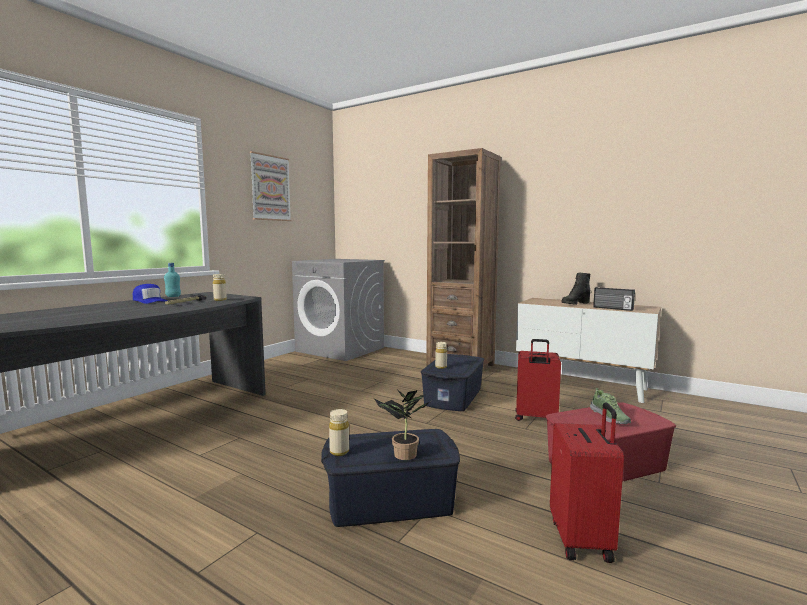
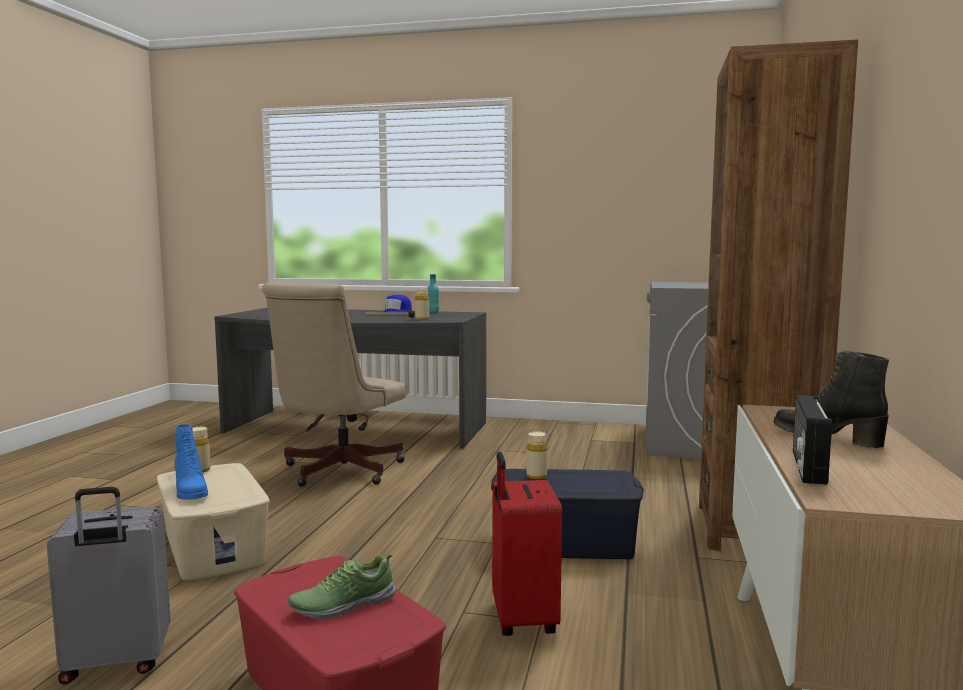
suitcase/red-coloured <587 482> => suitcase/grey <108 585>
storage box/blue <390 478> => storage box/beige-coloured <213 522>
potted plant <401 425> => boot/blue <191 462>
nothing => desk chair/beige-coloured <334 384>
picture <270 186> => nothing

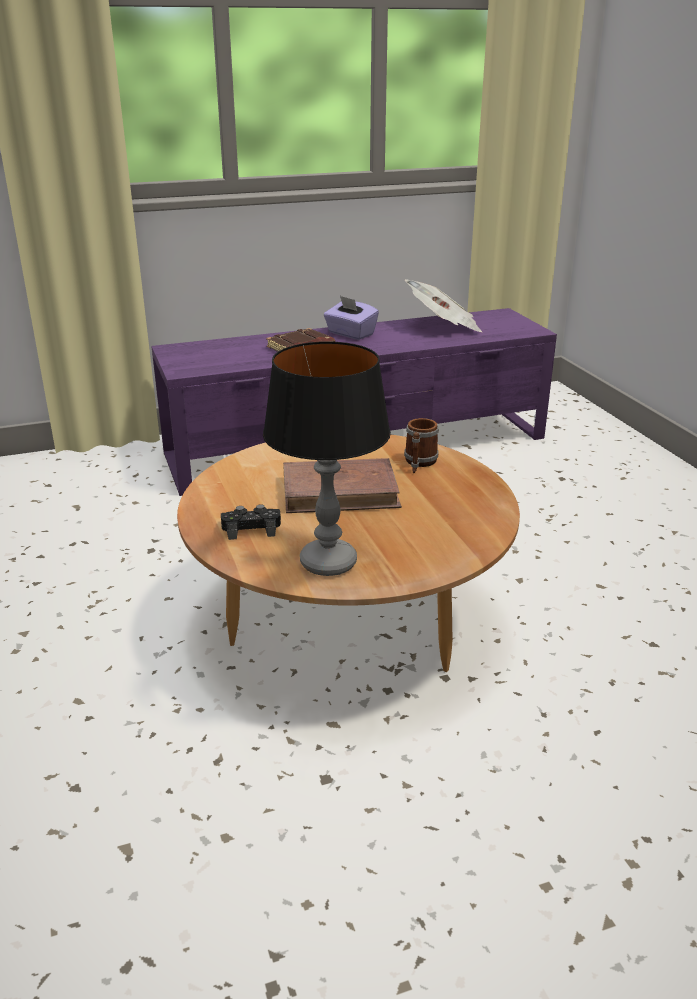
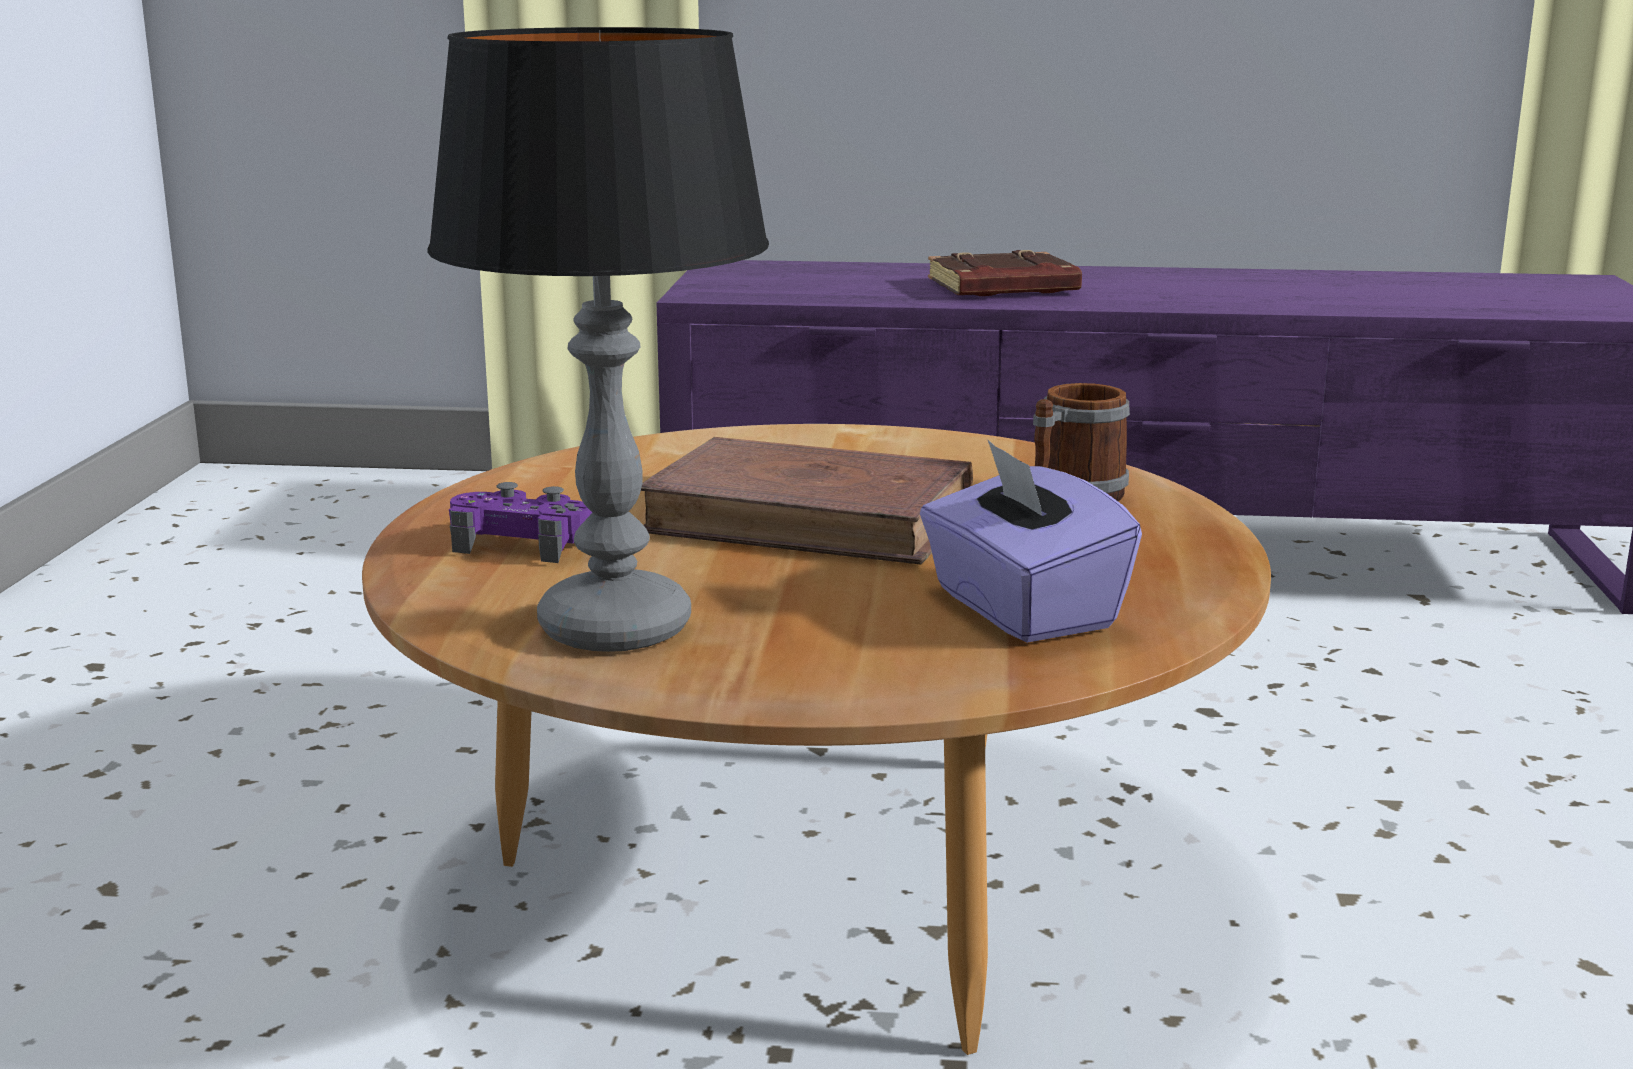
joypad/black <251 522> => joypad/purple-coloured <520 522>
tissue box/purple-coloured <351 318> => tissue box/purple-coloured <1031 541>, shifted
newspaper <443 305> => nothing

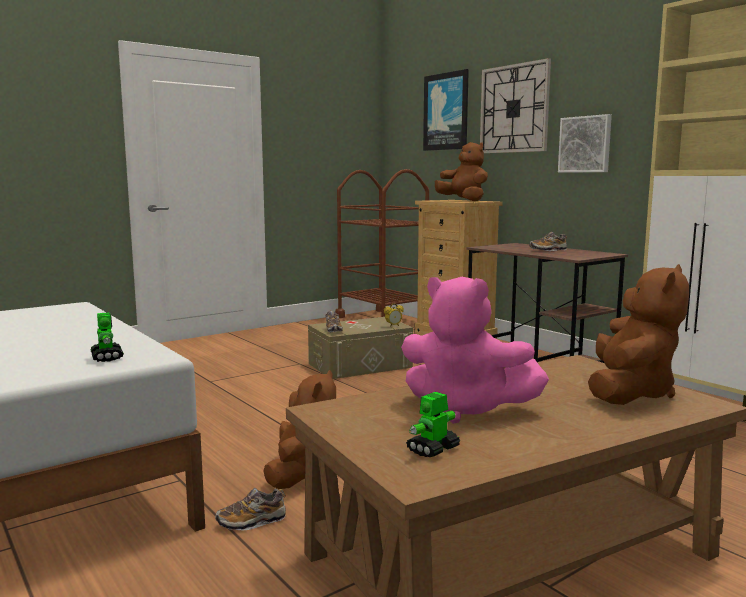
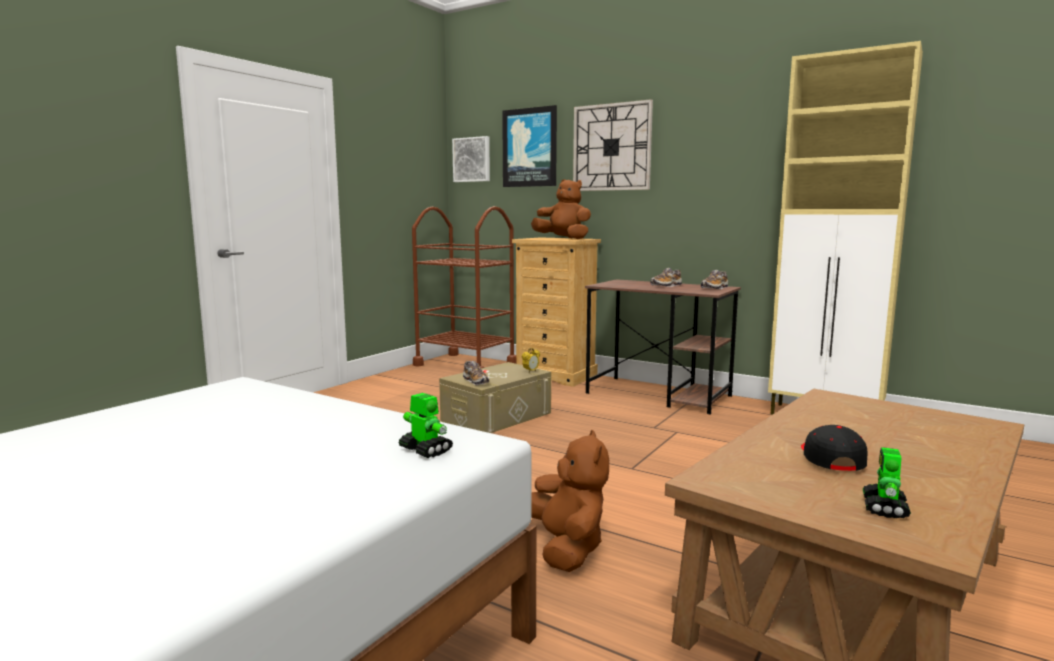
picture <585 143> => picture <471 159>, shifted
low shoe <250 509> => low shoe <714 279>, shifted
soft toy/pink-coloured <475 350> => baseball cap/black <834 448>
soft toy/brownish <638 334> => nothing

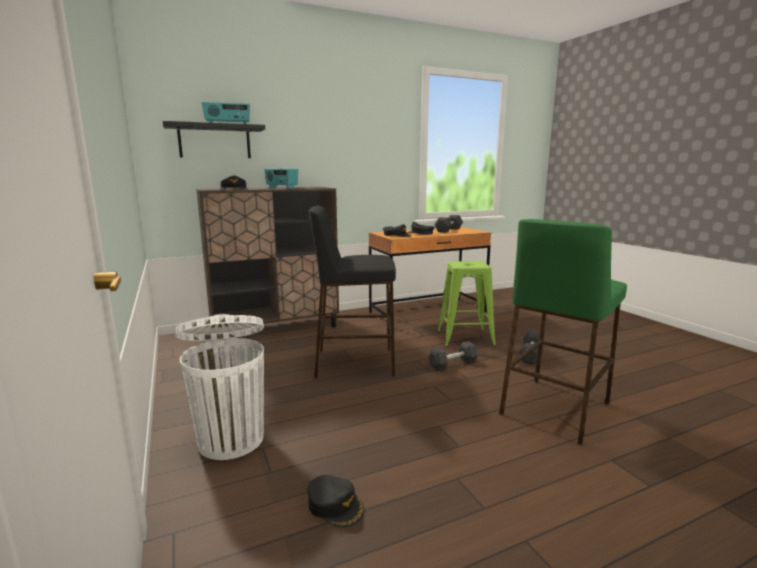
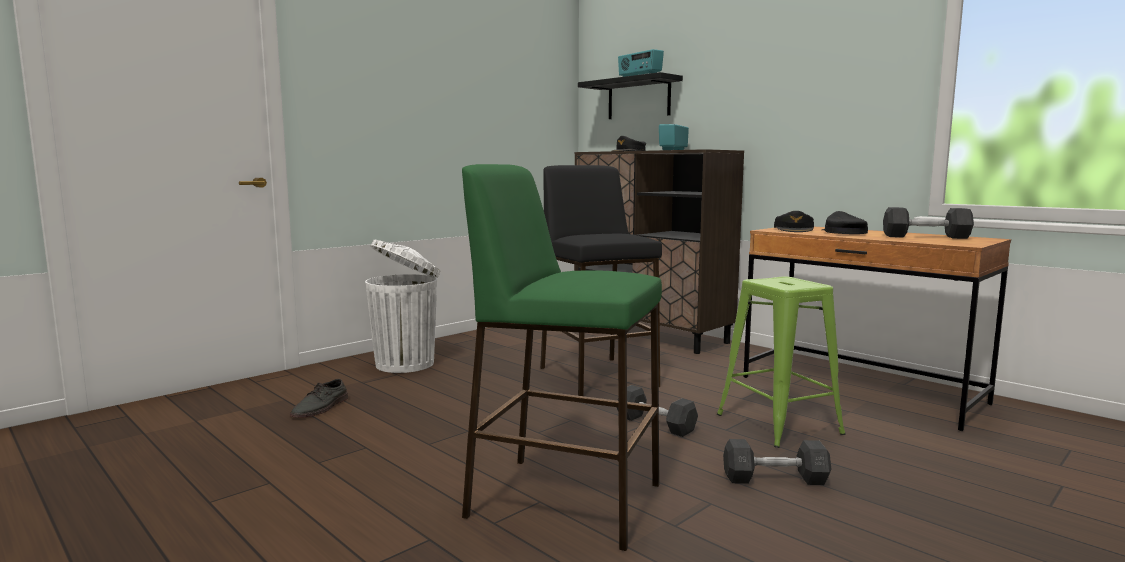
baseball cap/black <336 501> => low shoe/grey <319 398>

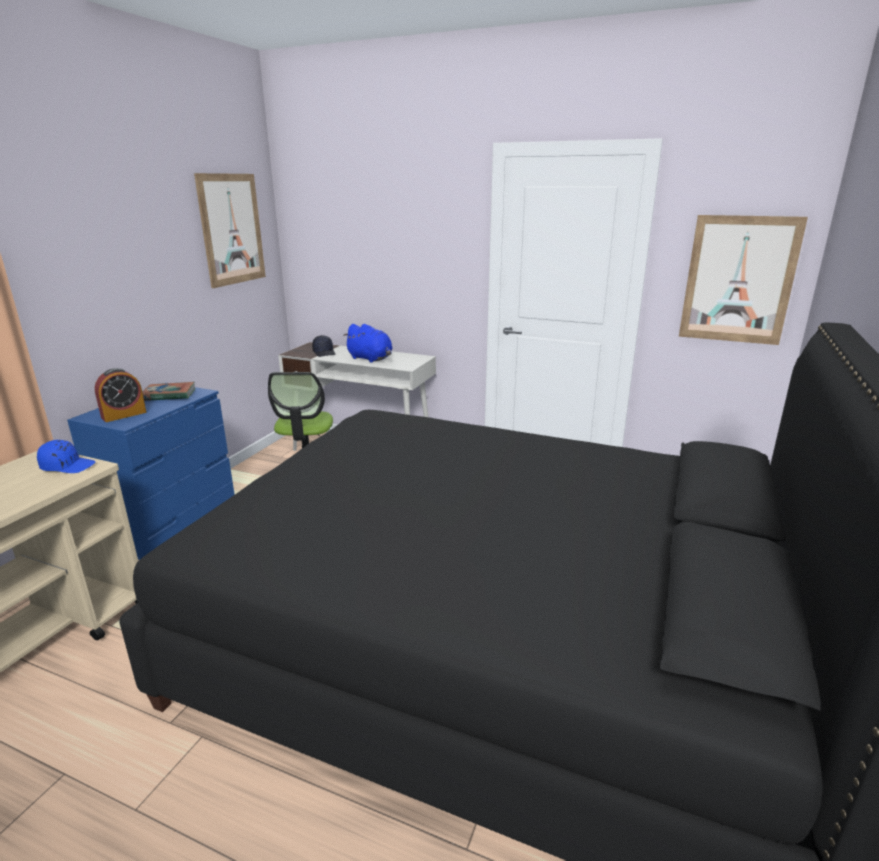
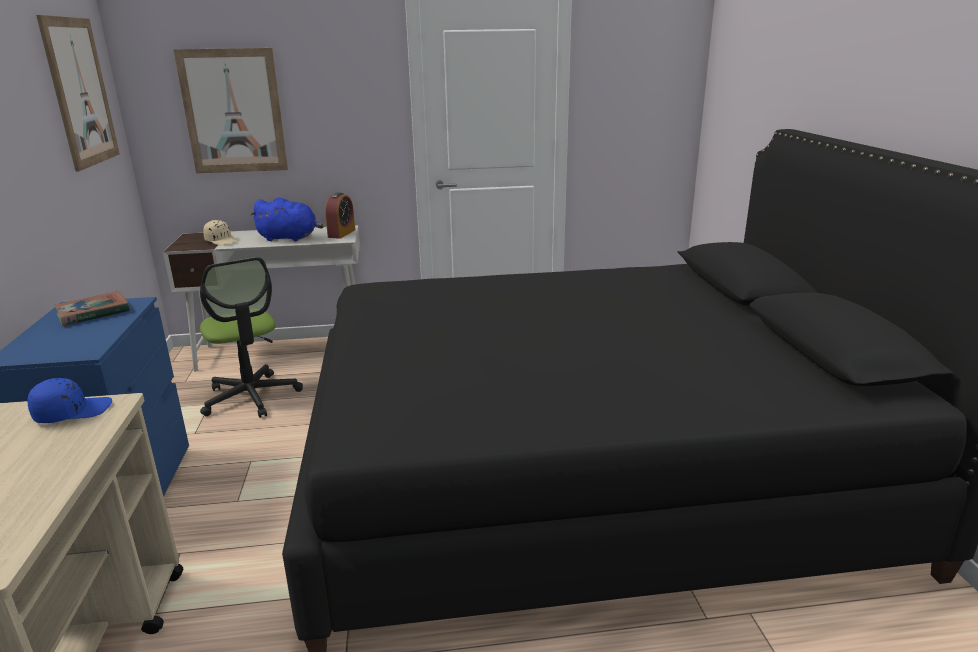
picture <743 280> => picture <230 110>, shifted
baseball cap/black <323 346> => baseball cap/beige-coloured <221 233>
bedside clock <120 395> => bedside clock <340 215>, shifted

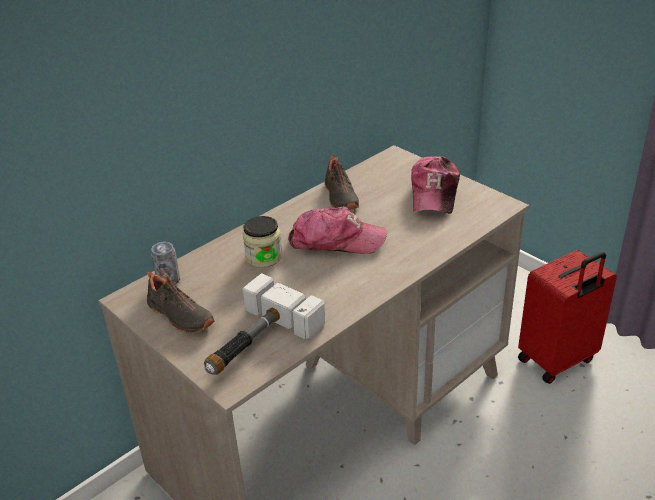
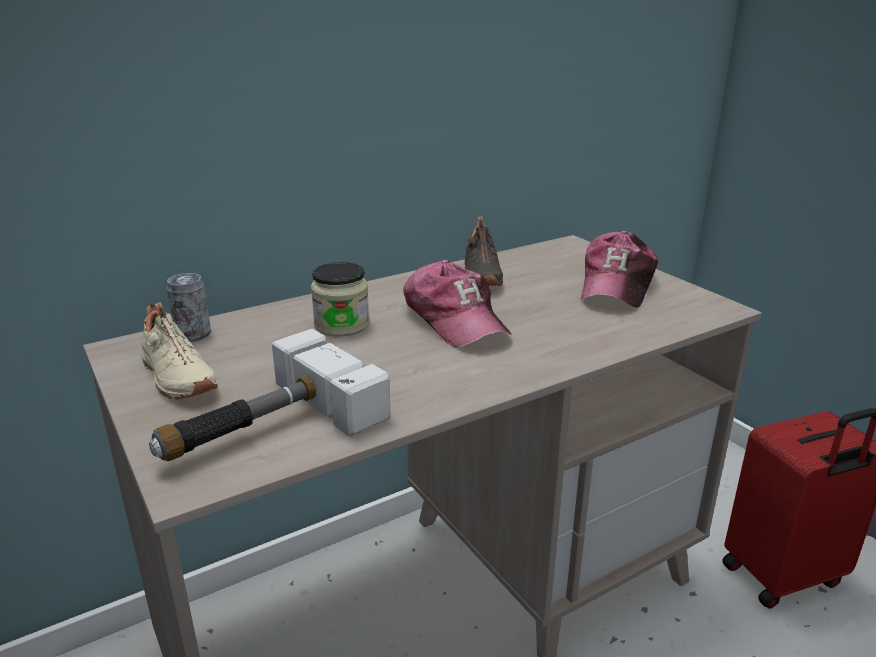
low shoe/black <180 302> => low shoe/beige-coloured <180 351>
baseball cap <337 230> => baseball cap <457 304>, 45 degrees clockwise

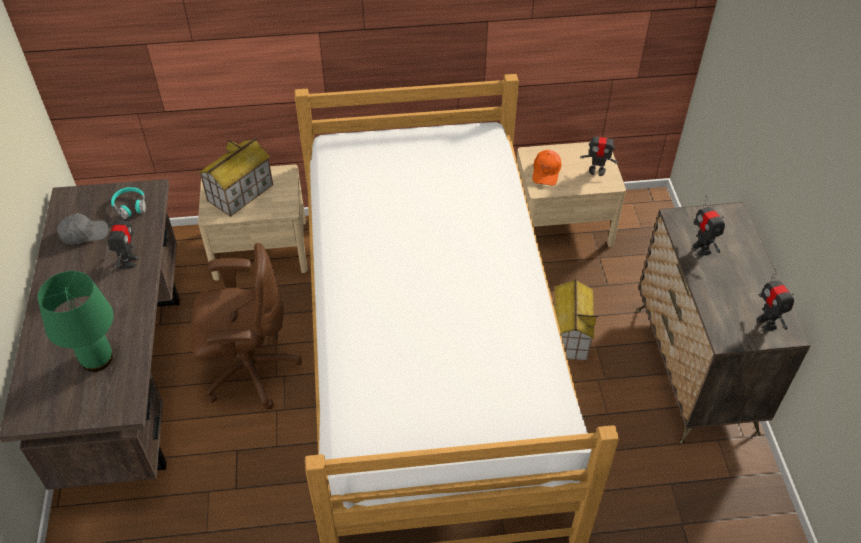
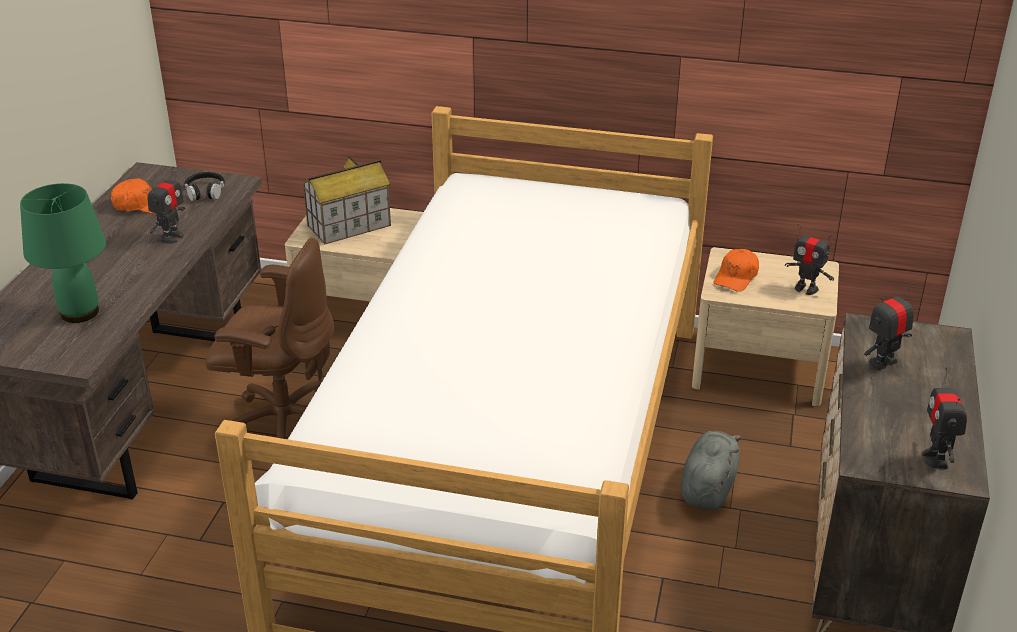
baseball cap/grey <83 229> => baseball cap/orange-coloured <134 196>
pair of headphones/blue-green <128 203> => pair of headphones/black <204 186>
miniature house <575 320> => soft toy/grey <710 470>
model robot <708 226> => model robot <889 327>, 60 degrees clockwise

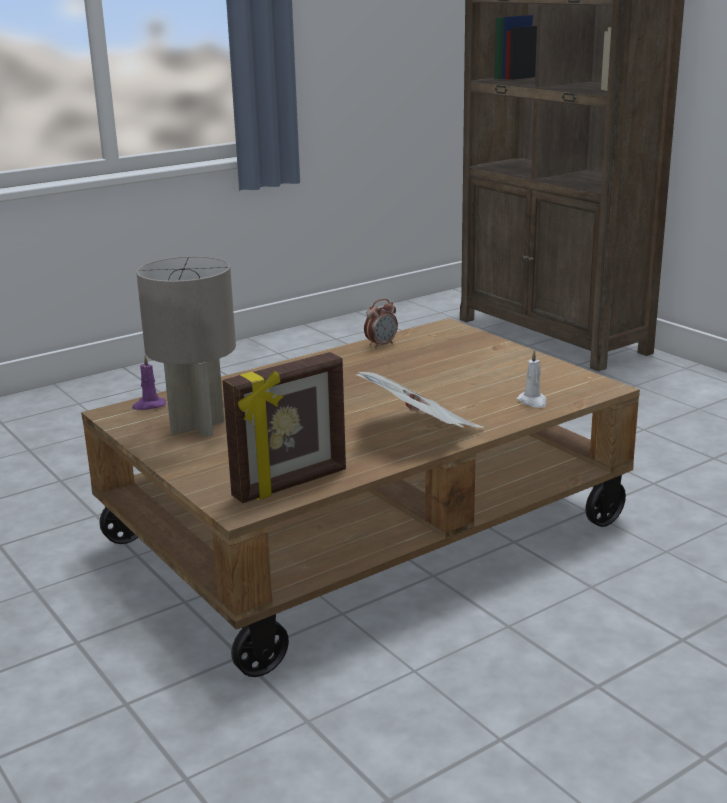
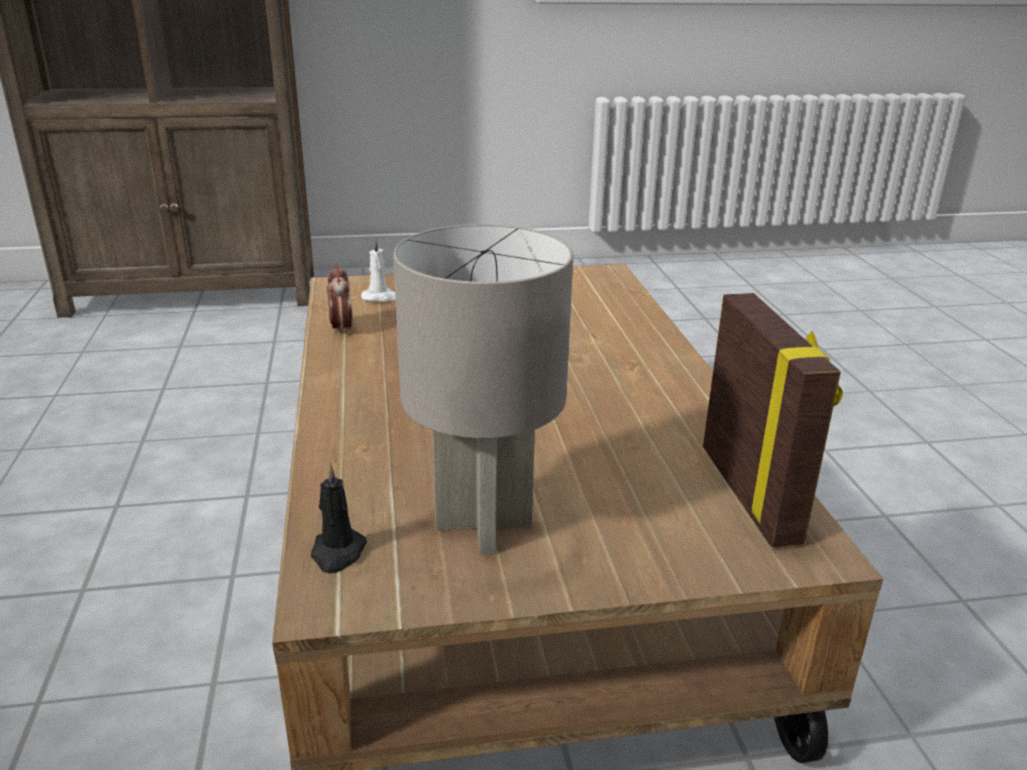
wax light/purple-coloured <149 382> => wax light/black <339 518>
wax light/whitish <532 379> => wax light/whitish <378 270>, shifted
newspaper <419 400> => nothing

